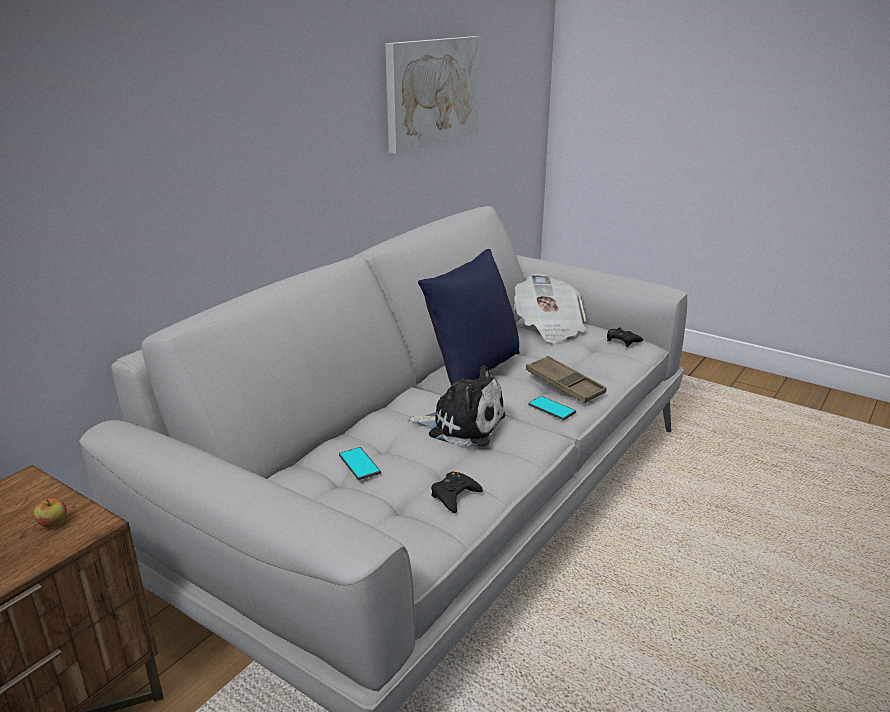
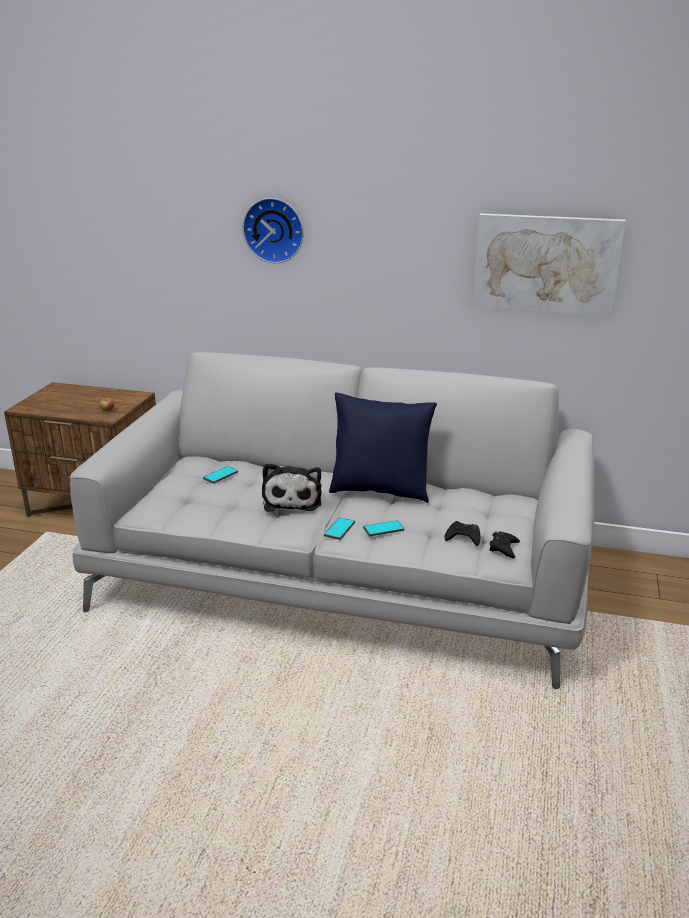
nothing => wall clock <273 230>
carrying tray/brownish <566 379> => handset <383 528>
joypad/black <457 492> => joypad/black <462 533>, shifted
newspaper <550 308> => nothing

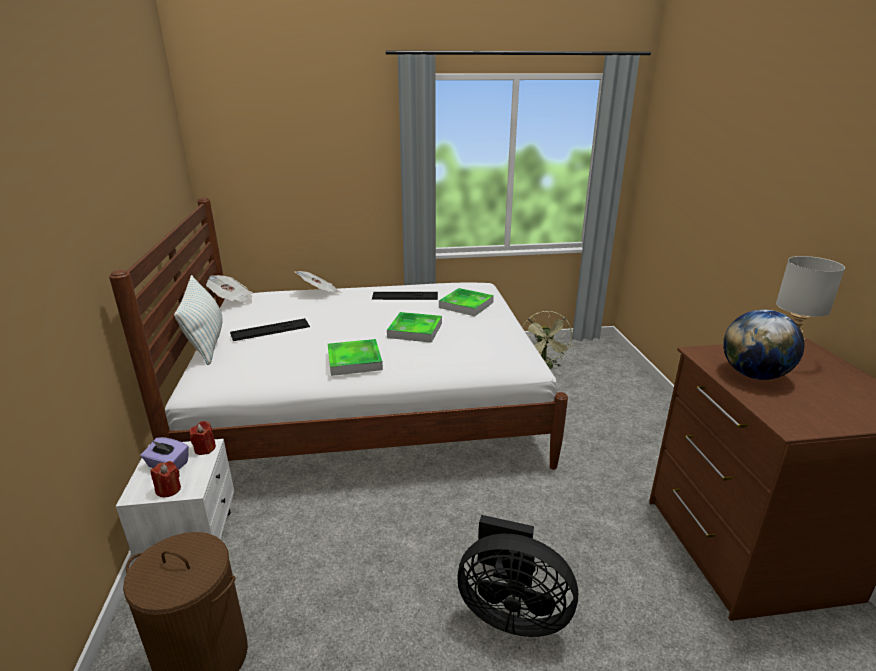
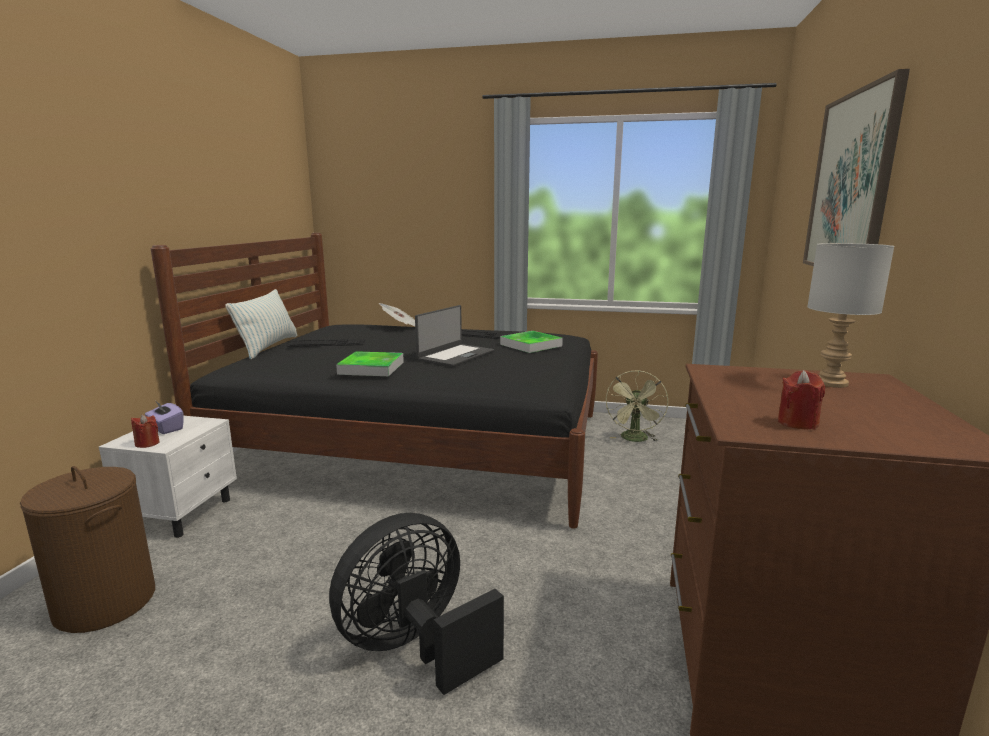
sleeping bed/whitish <338 334> => sleeping bed/black <374 381>
electric fan/black <518 576> => electric fan/black <416 604>, 105 degrees clockwise
carrying tray <414 327> => portable computer <454 336>
wax light/red-coloured <202 438> => wax light/red-coloured <801 399>, shifted
nothing => picture <856 167>
newspaper <229 289> => nothing
world globe <763 345> => nothing

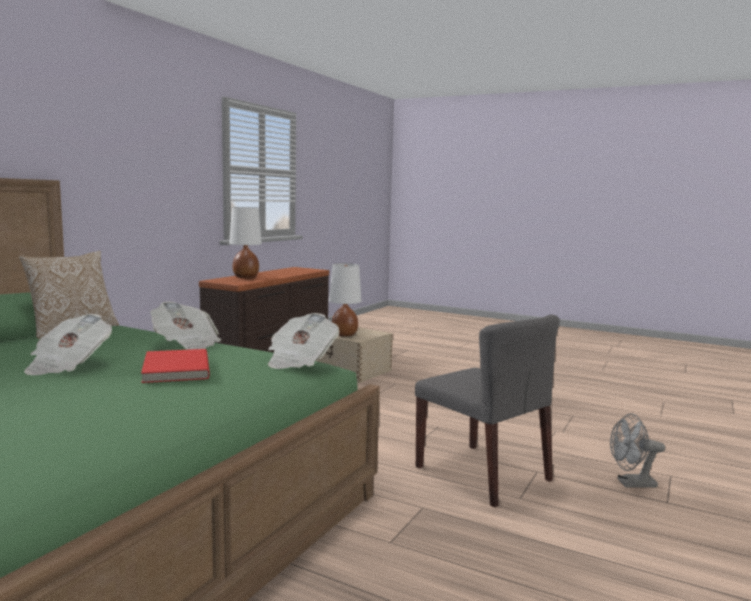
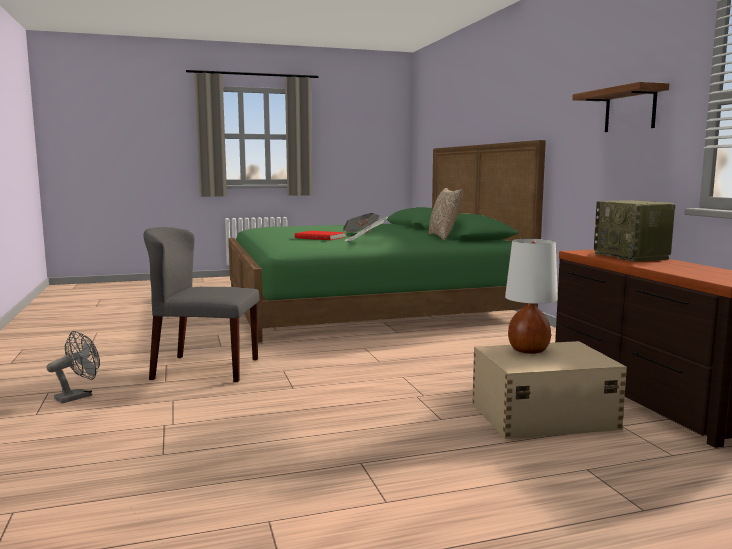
nothing => wall shelf <620 107>
tabletop lamp/whitish <245 242> => radio receiver <634 231>
newspaper <303 341> => nothing

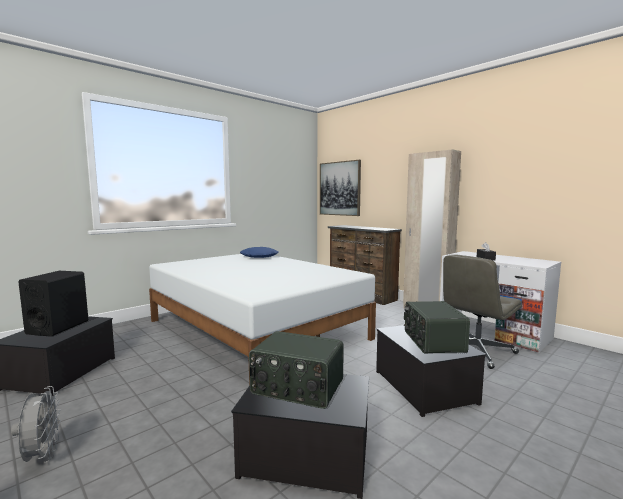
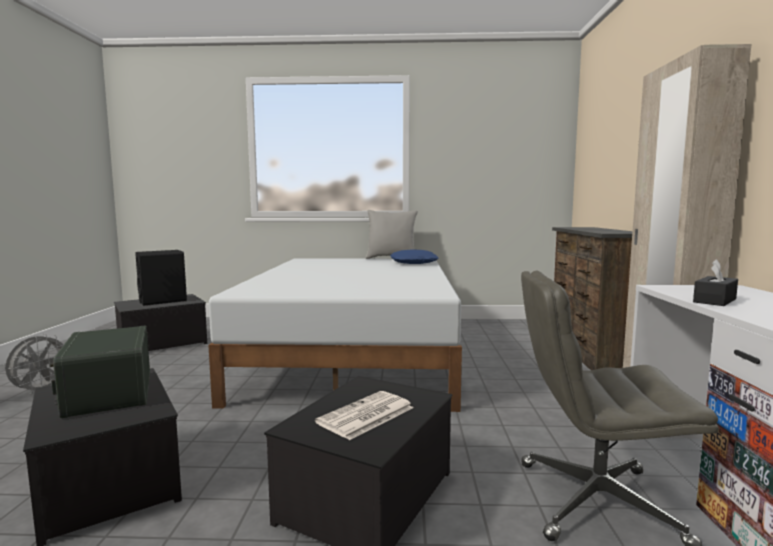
radio receiver <437 327> => newspaper <364 415>
nothing => throw pillow/grey <392 234>
picture <340 188> => nothing

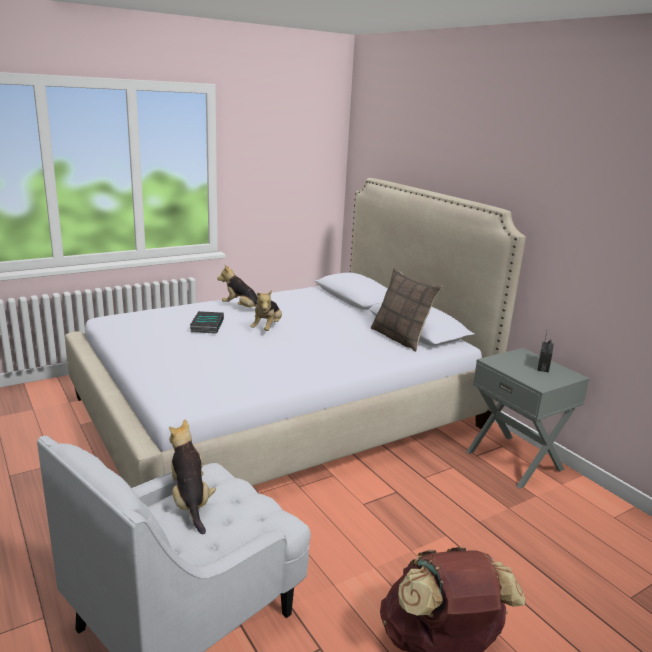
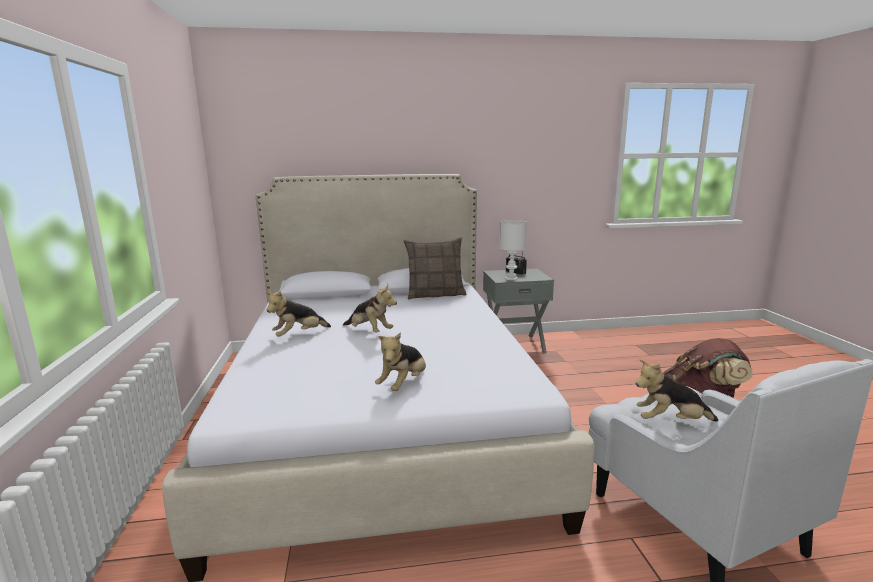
nothing => soft toy <400 361>
nothing => tabletop lamp/whitish <513 250>
volume <207 322> => nothing

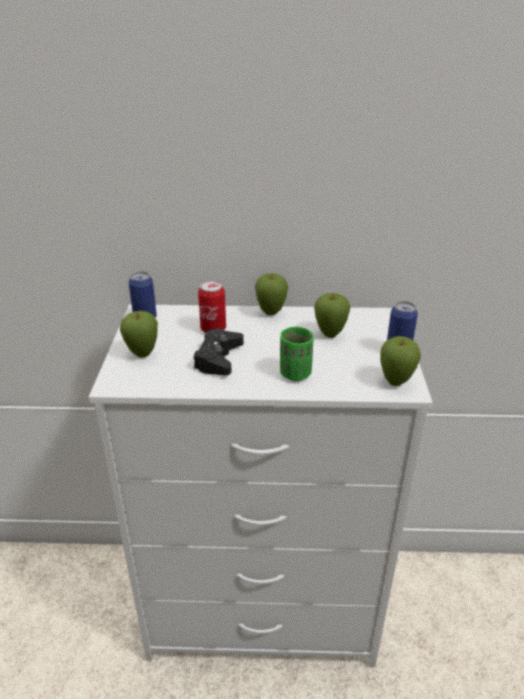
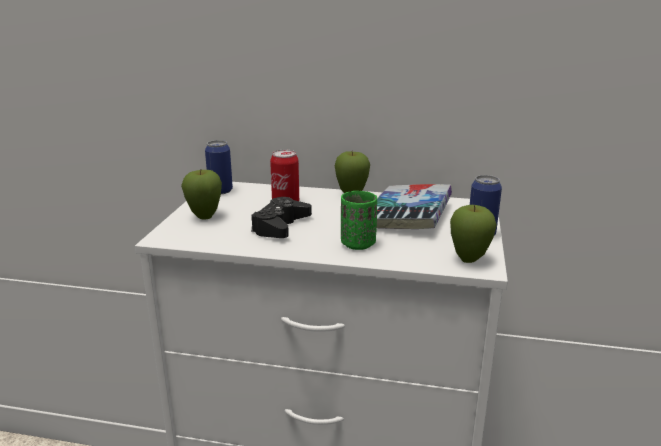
apple fruit <332 315> => volume <414 206>

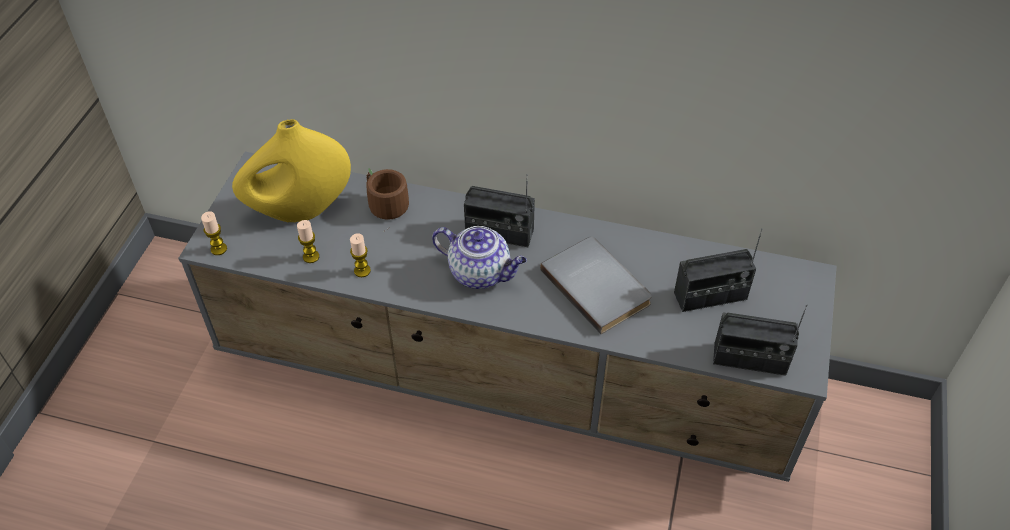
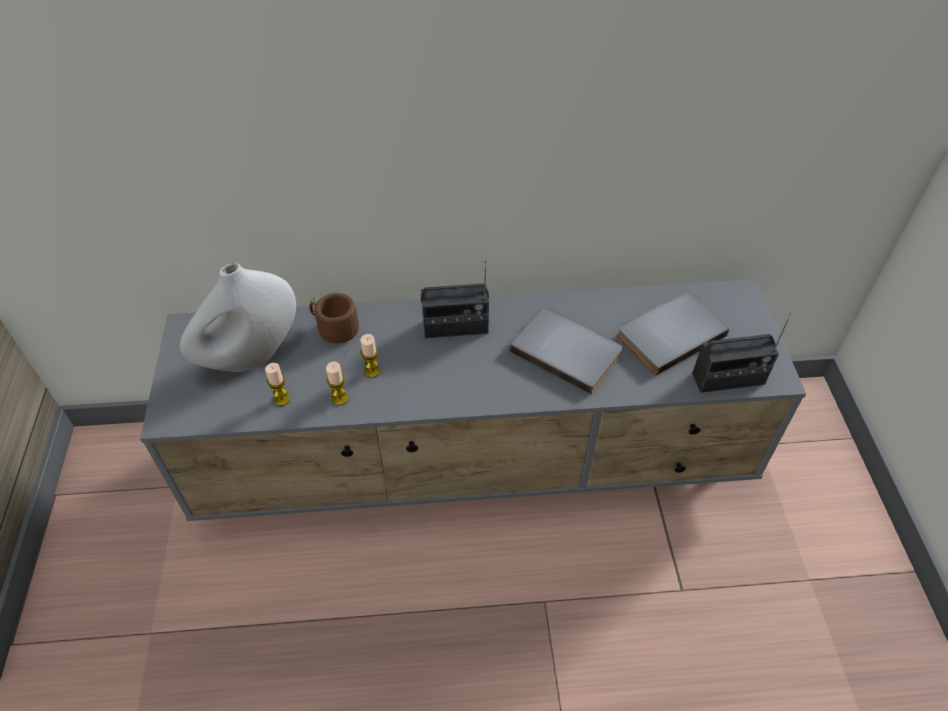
flower vase/yellowish <291 171> => flower vase/whitish <238 317>
wax light <214 233> => wax light <370 356>, shifted
radio receiver <718 270> => volume/grey <673 334>
teapot <479 257> => nothing

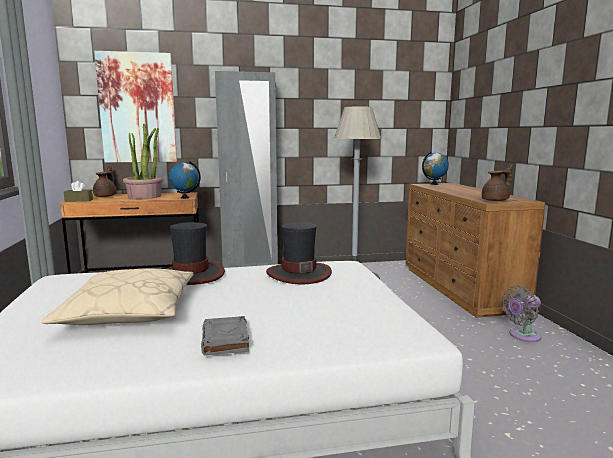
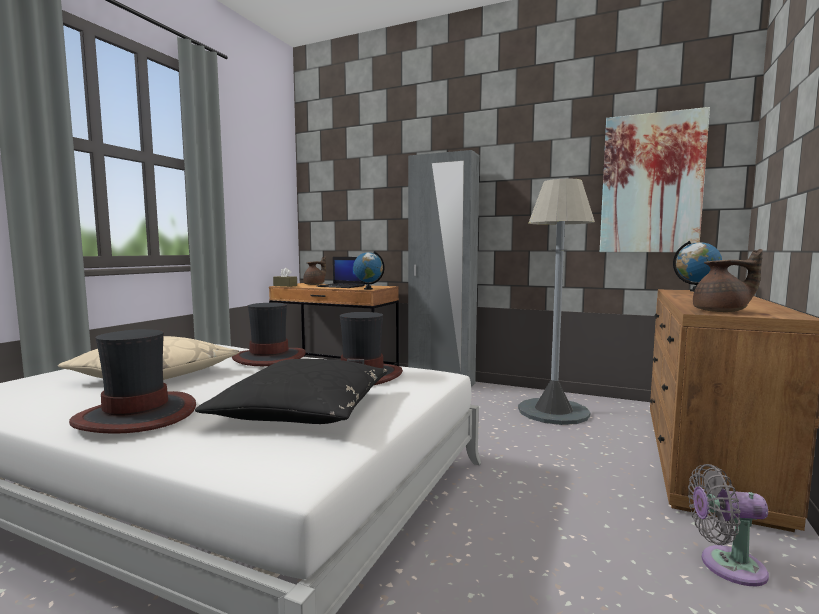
volume/grey <225 336> => clothing hat <132 381>
nothing => throw pillow/black <291 391>
potted plant <143 161> => portable computer <341 272>
picture <135 107> => picture <655 179>, shifted

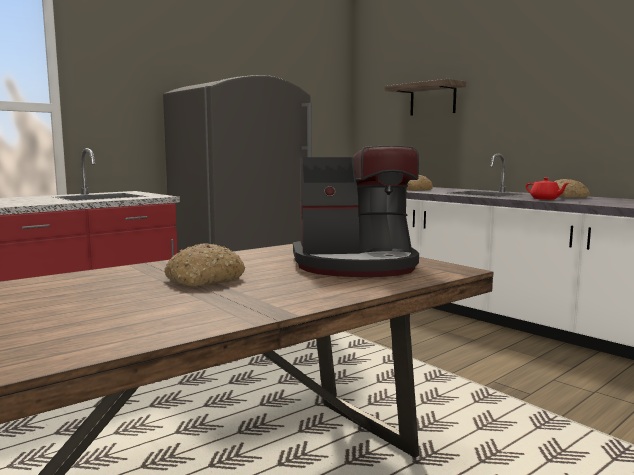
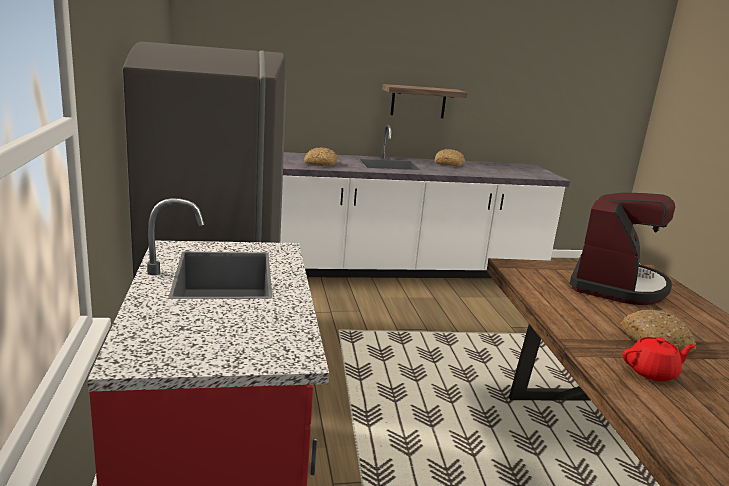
wall shelf <425 97> => wall shelf <425 101>, shifted
teapot/red-coloured <547 188> => teapot/red-coloured <659 359>, shifted

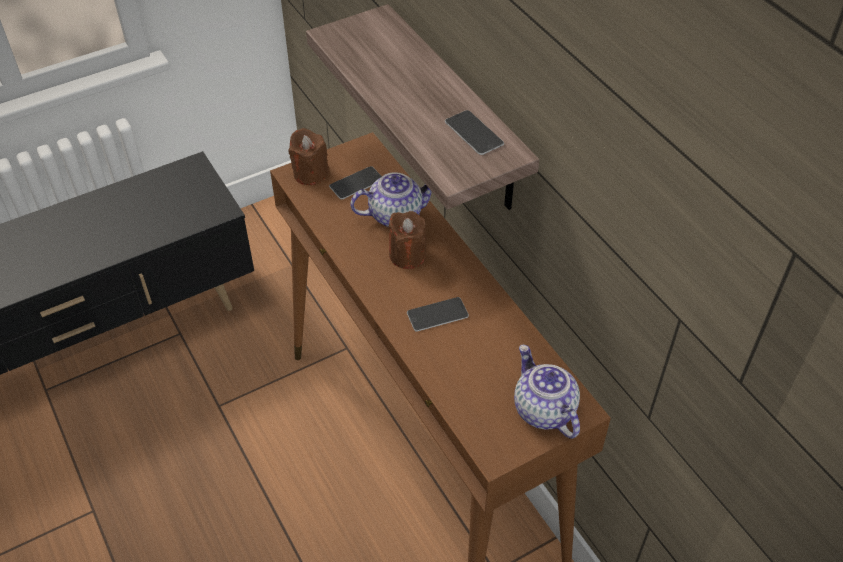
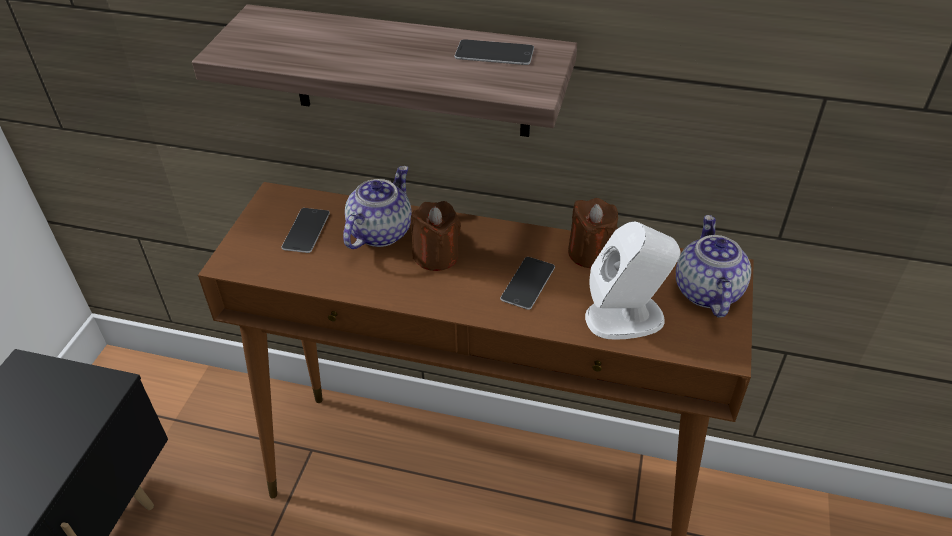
wax light/brownish <309 156> => wax light/brownish <593 233>, shifted
nothing => audio speaker/whitish <632 280>
teapot <547 391> => teapot <713 266>, 75 degrees clockwise

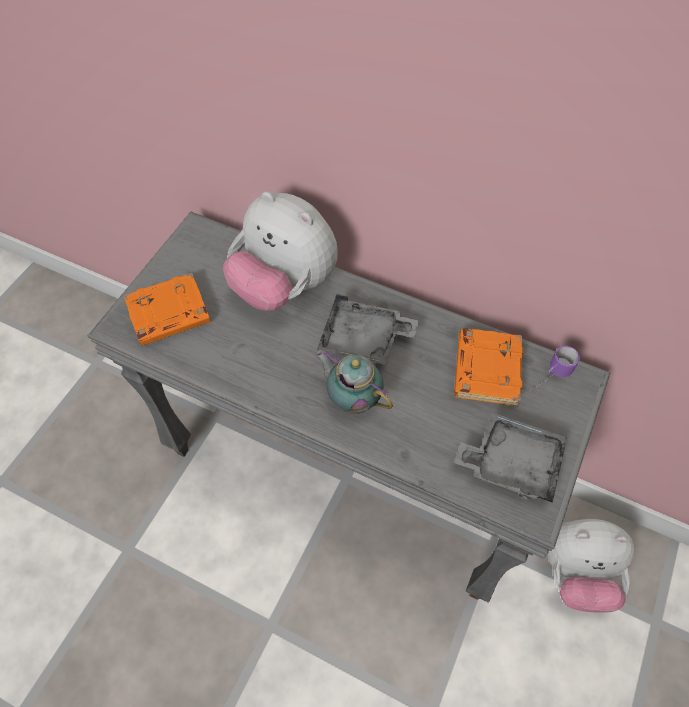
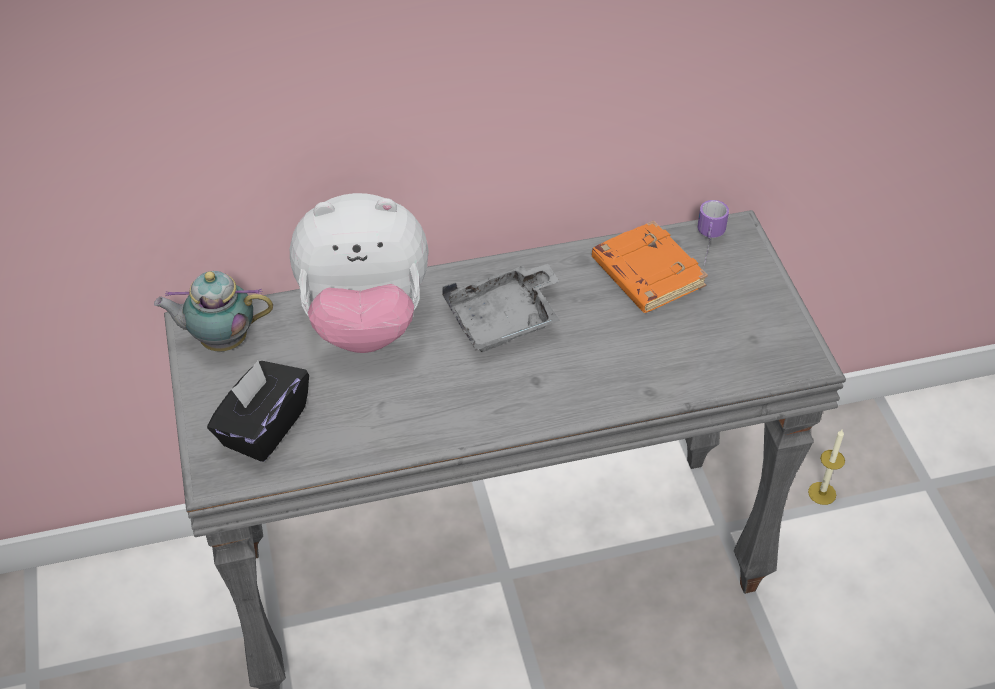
teapot <354 382> => teapot <213 311>, shifted
volume/orange-coloured <167 309> => tissue box/black <258 411>
soft toy <591 566> => wax light <826 467>
carrying tray/grey <510 457> => nothing

